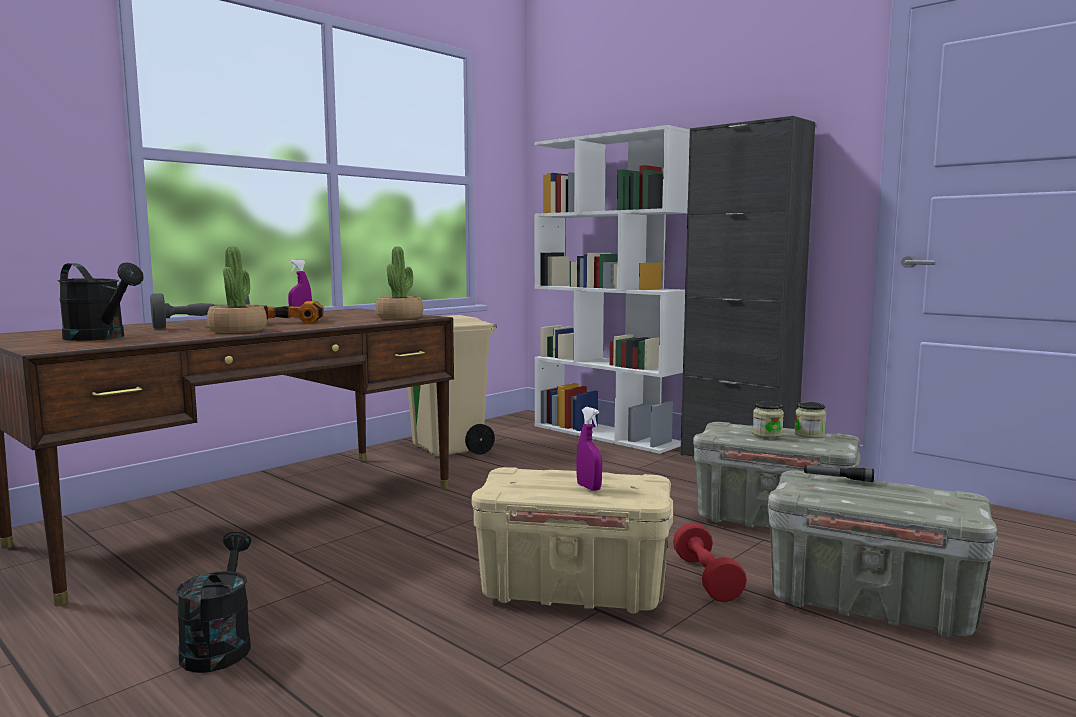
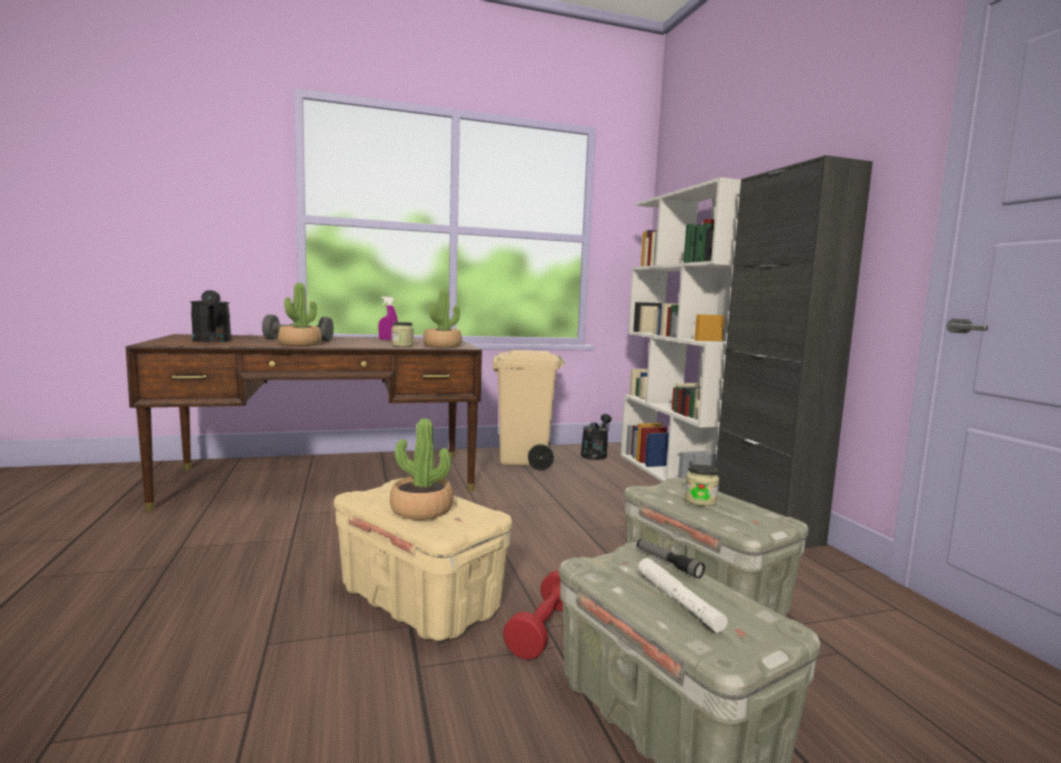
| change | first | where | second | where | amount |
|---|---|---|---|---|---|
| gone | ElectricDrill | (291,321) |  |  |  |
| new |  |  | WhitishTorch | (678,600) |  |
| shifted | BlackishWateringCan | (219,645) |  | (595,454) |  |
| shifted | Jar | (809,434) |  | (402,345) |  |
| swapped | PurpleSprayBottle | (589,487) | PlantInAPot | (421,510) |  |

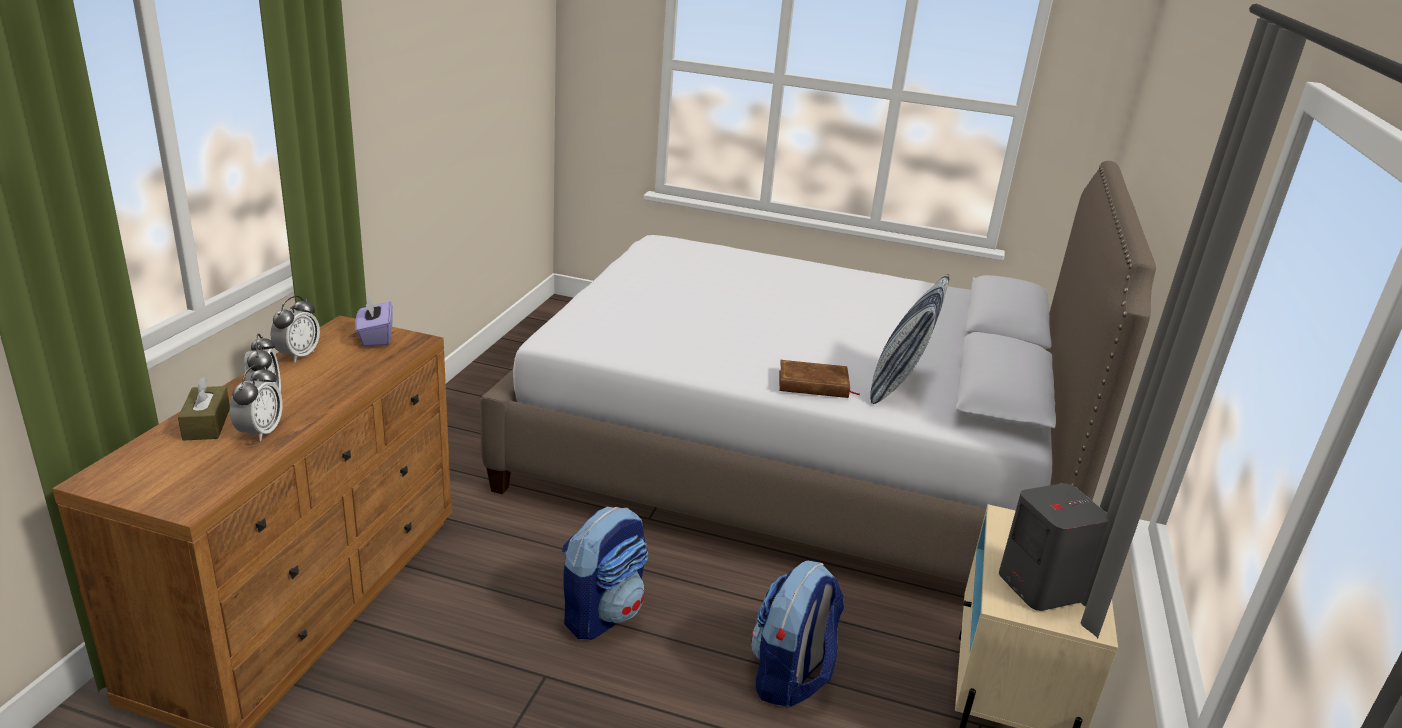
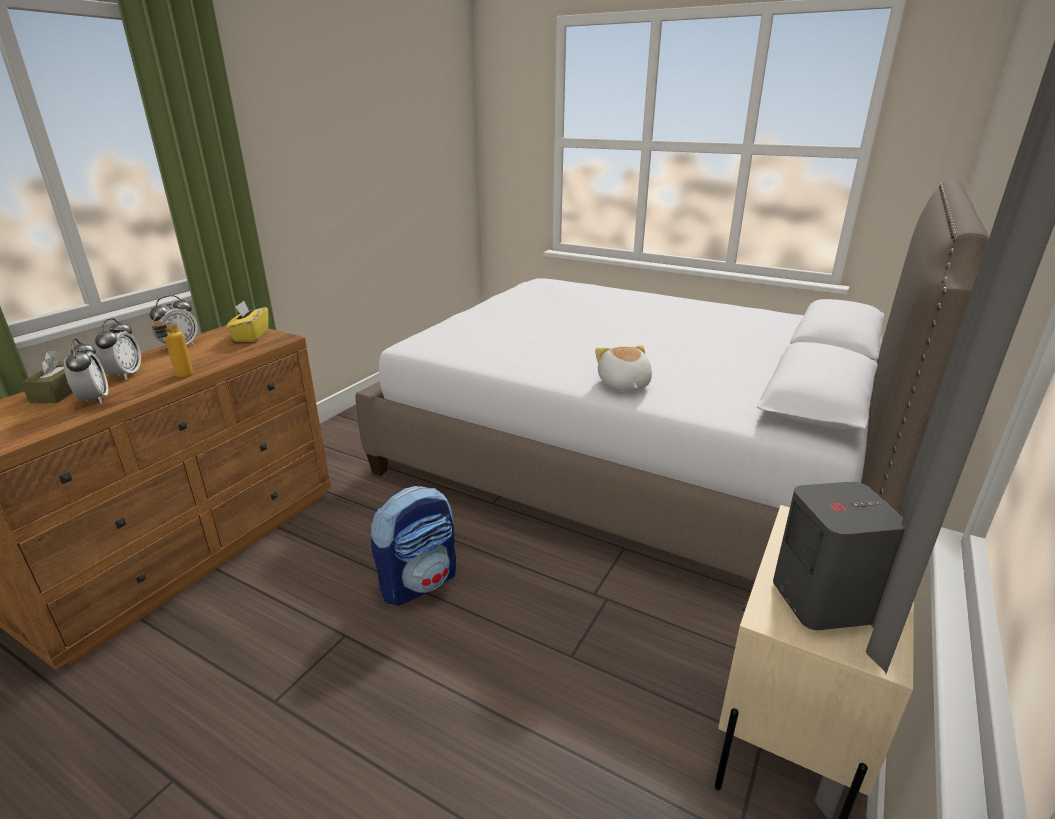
| change | first | where | second | where | amount |
|---|---|---|---|---|---|
| gone | Knapsack | (790,677) |  |  |  |
| gone | Pillow | (899,385) |  |  |  |
| new |  |  | Bottle | (180,377) |  |
| swapped | BrownColouredBoundBook | (813,384) | SoftToy | (623,384) |  |
| repainted | PurpleTissueHolder | (375,338) | YellowColouredTissueHolder | (251,336) |  |
| rotated | TableClock | (260,432) |  | (94,399) | 45 degrees counterclockwise |

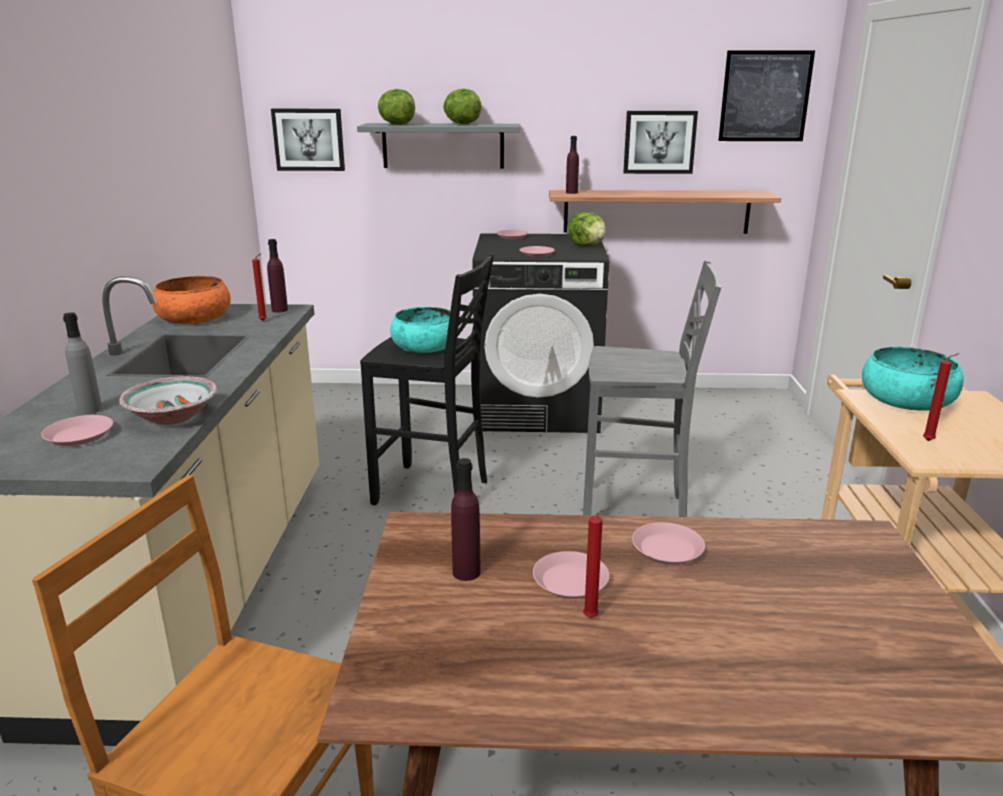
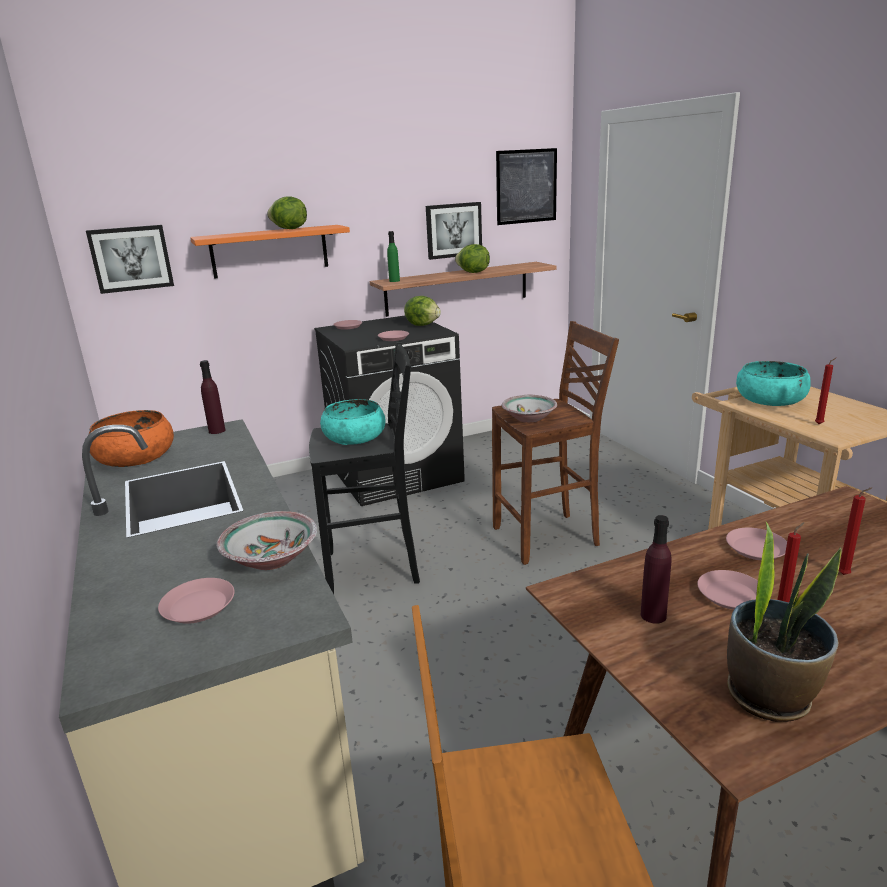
| change | first | where | second | where | amount |
|---|---|---|---|---|---|
| gone | GreyBottle | (90,409) |  |  |  |
| new |  |  | ServingBowl | (529,418) |  |
| new |  |  | PlantInAPot | (769,696) |  |
| shifted | ReddishWaxCandle | (264,321) |  | (845,574) |  |
| shifted | Lettuce | (396,124) |  | (473,273) |  |
| repainted | GreyWallShelf | (443,146) | OrangeyWallShelf | (269,251) |  |
| repainted | PurpleBottle | (571,192) | GreenBottle | (394,281) |  |
| repainted | GreyStoolSeat | (636,513) | BrownColouredStoolSeat | (548,537) |  |

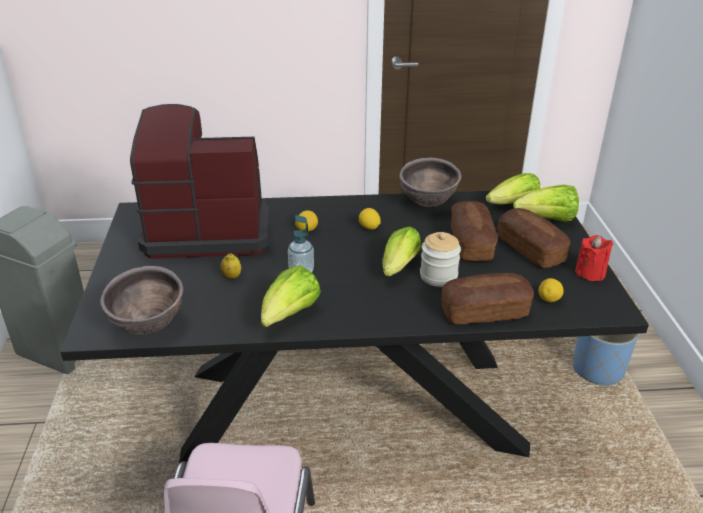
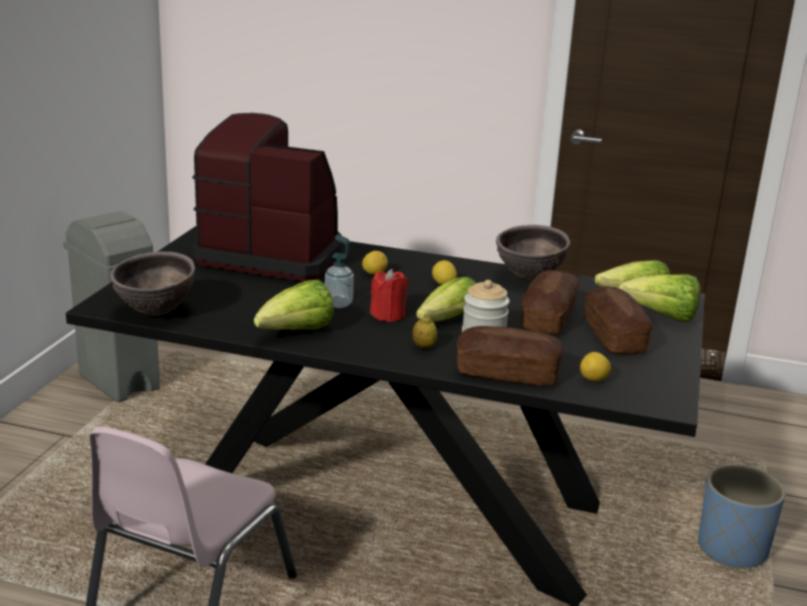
| change | first | where | second | where | amount |
|---|---|---|---|---|---|
| shifted | Lemon | (231,277) |  | (423,347) |  |
| shifted | ReddishWaxCandle | (590,273) |  | (388,315) |  |

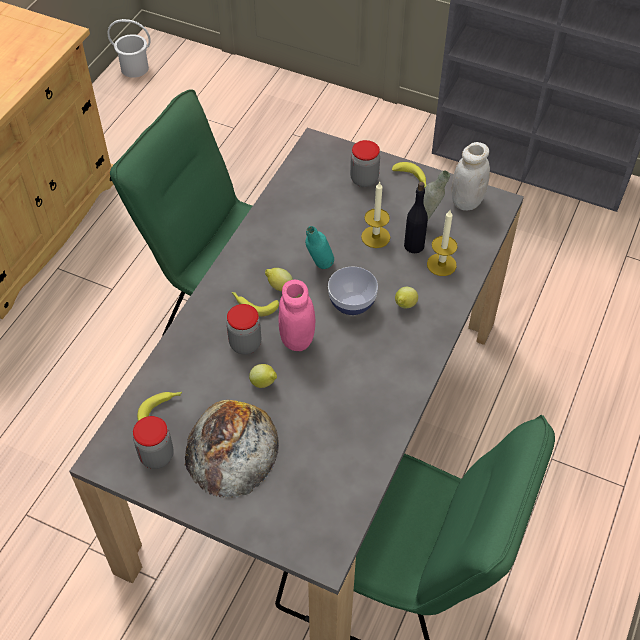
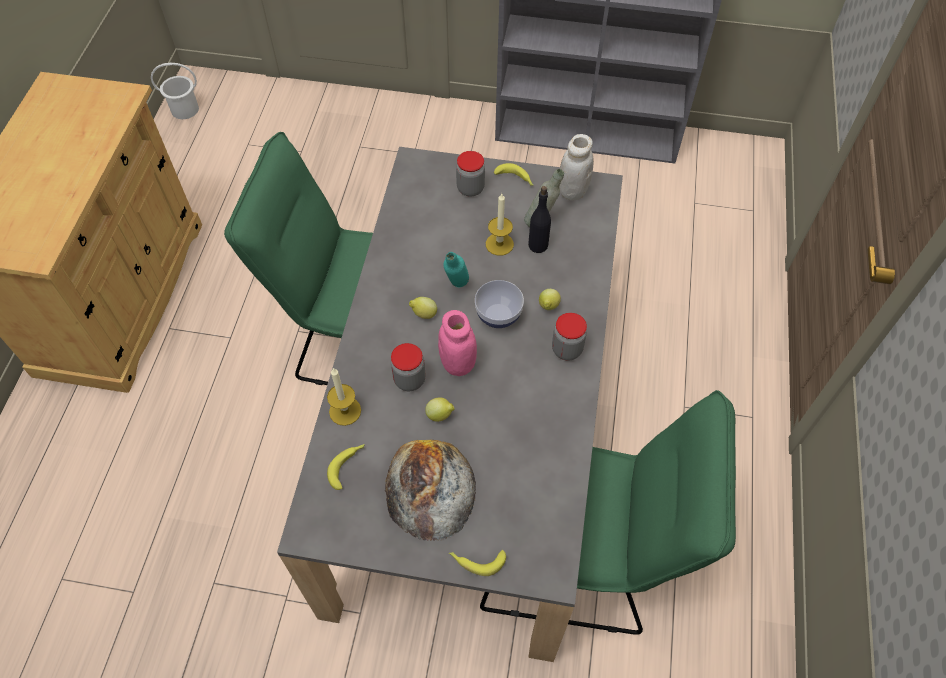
| change | first | where | second | where | amount |
|---|---|---|---|---|---|
| shifted | Jar | (156,456) |  | (567,349) |  |
| shifted | BananaFruit | (253,304) |  | (476,560) |  |
| shifted | WaxCandle | (441,264) |  | (345,411) |  |

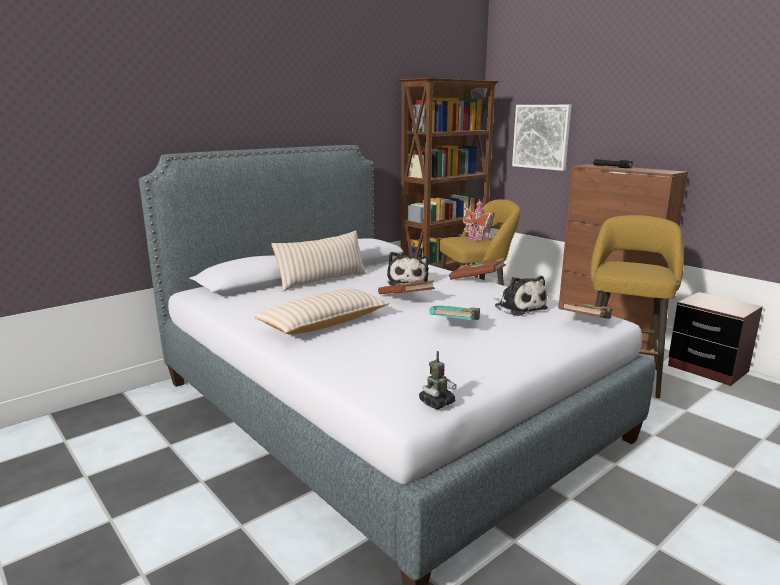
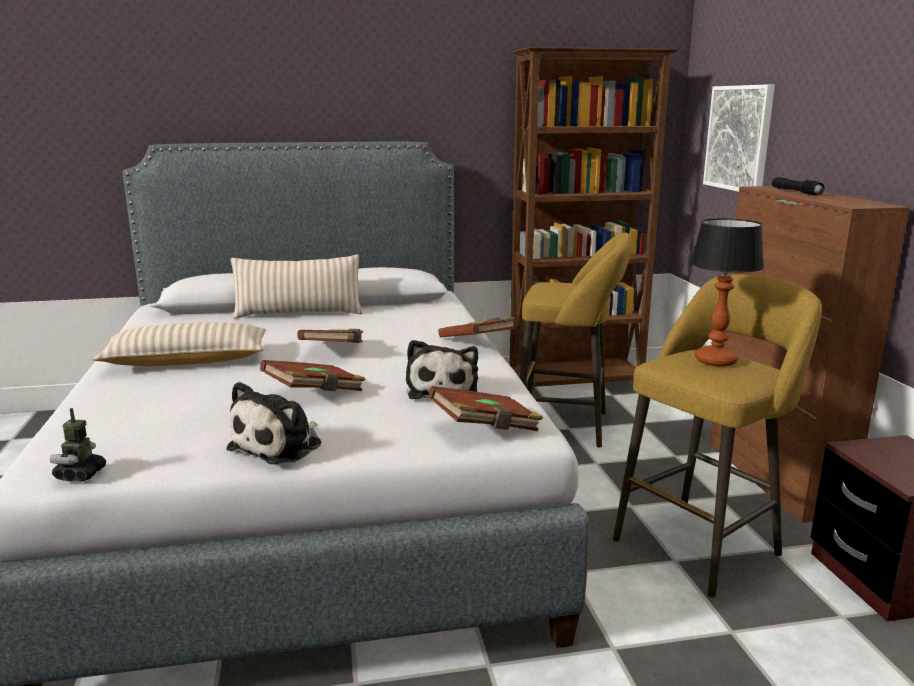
| change | first | where | second | where | amount |
|---|---|---|---|---|---|
| gone | ModelHouse | (475,238) |  |  |  |
| new |  |  | TableLamp | (716,361) |  |
| shifted | SoftToy | (407,281) |  | (280,445) |  |
| repainted | BlueGreenBoundBook | (456,325) | BrownColouredBoundBook | (315,394) |  |
| rotated | ToyRobot | (436,403) |  | (80,474) | 105 degrees clockwise |

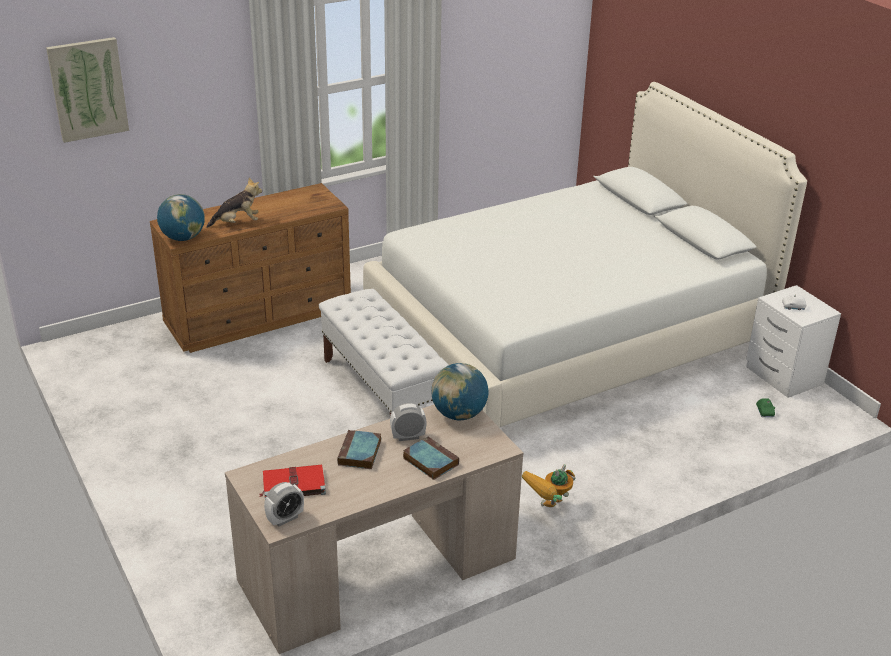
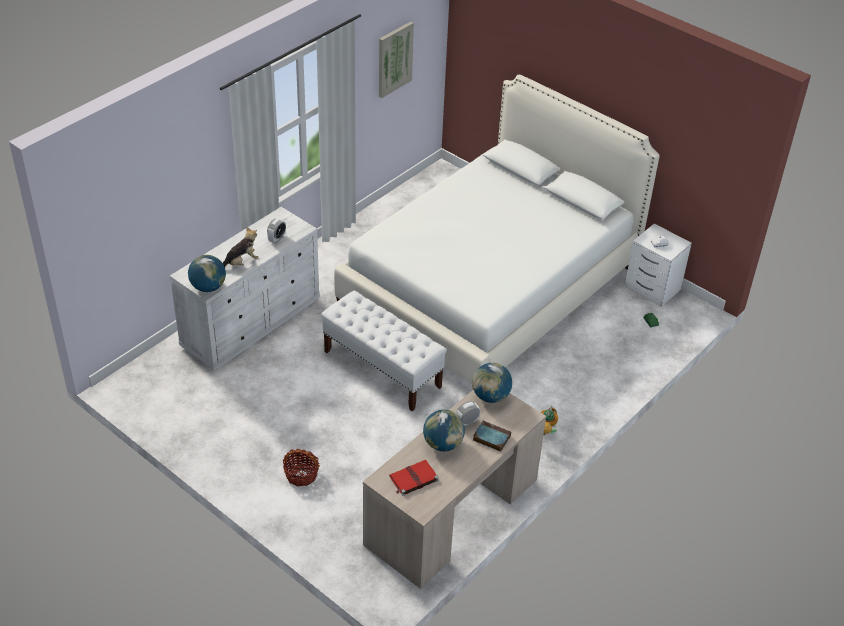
| change | first | where | second | where | amount |
|---|---|---|---|---|---|
| new |  |  | StorageBasket | (301,474) |  |
| shifted | Picture | (88,89) |  | (394,59) |  |
| shifted | TableClock | (285,518) |  | (277,239) |  |
| swapped | BoundBook | (360,453) | WorldGlobe | (443,444) |  |
| repainted | BrownColouredDrawerChest | (260,316) | WhitishDrawerChest | (252,322) |  |

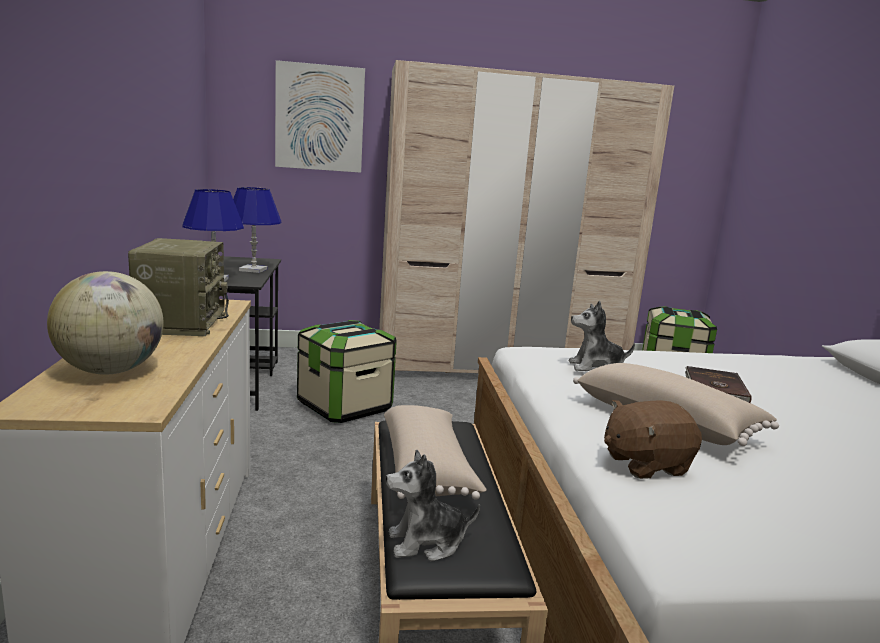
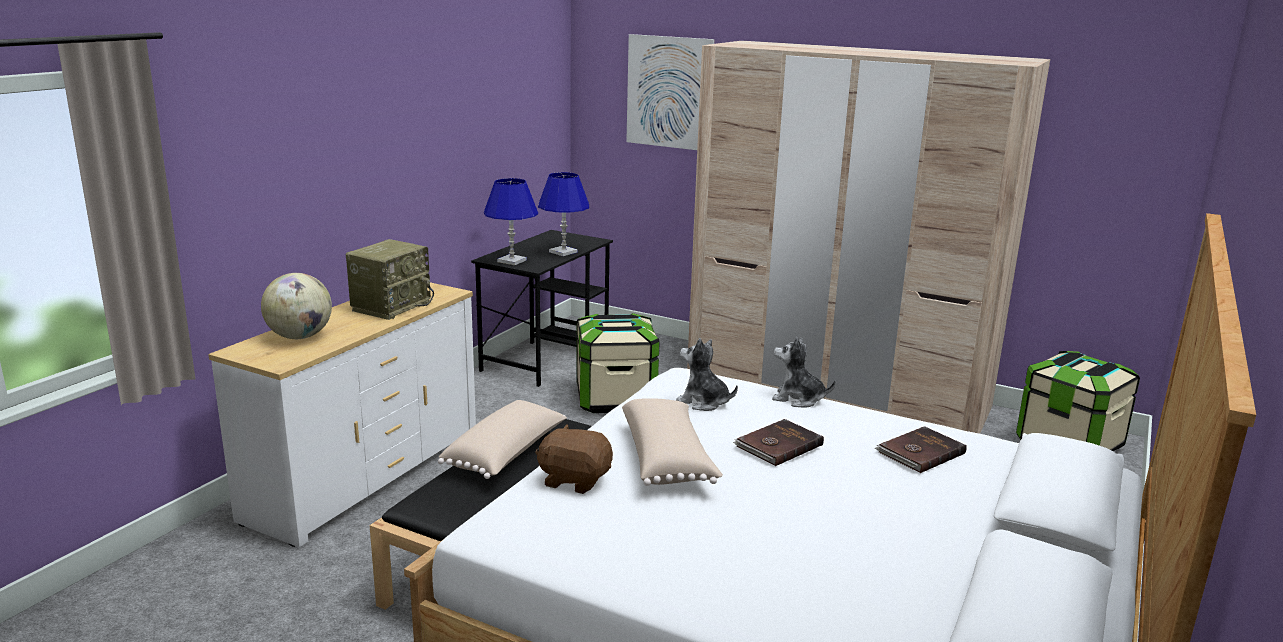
| change | first | where | second | where | amount |
|---|---|---|---|---|---|
| new |  |  | BrownColouredBoundBook | (920,452) |  |
| shifted | SoftToy | (426,543) |  | (798,399) |  |

